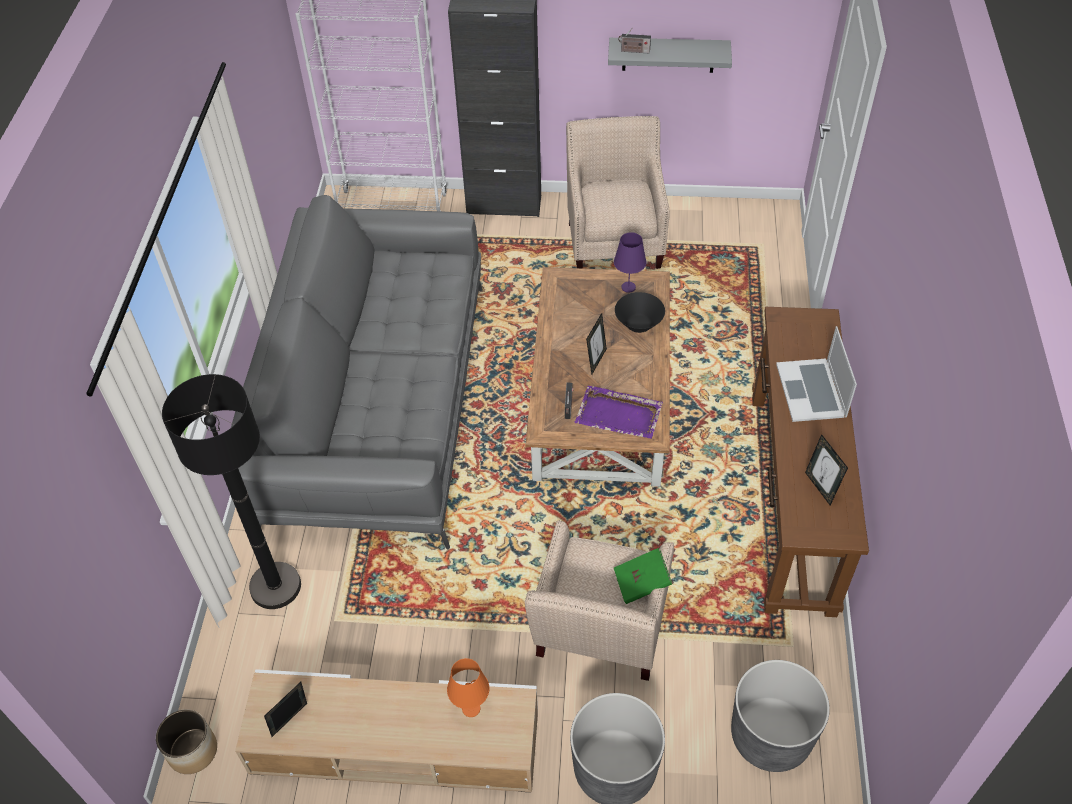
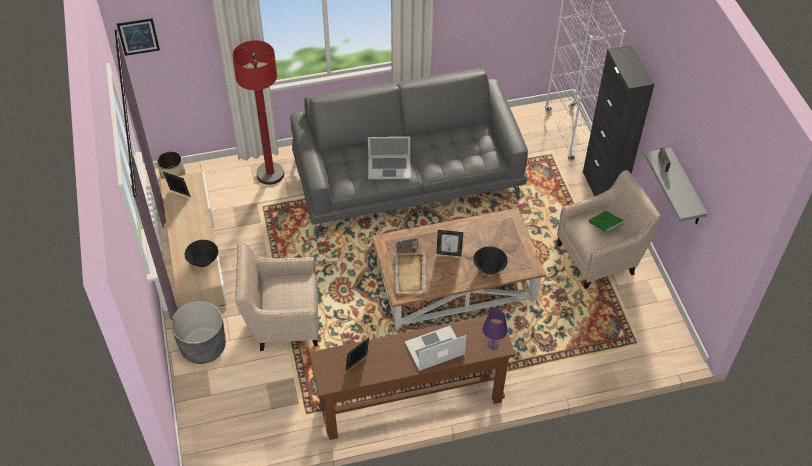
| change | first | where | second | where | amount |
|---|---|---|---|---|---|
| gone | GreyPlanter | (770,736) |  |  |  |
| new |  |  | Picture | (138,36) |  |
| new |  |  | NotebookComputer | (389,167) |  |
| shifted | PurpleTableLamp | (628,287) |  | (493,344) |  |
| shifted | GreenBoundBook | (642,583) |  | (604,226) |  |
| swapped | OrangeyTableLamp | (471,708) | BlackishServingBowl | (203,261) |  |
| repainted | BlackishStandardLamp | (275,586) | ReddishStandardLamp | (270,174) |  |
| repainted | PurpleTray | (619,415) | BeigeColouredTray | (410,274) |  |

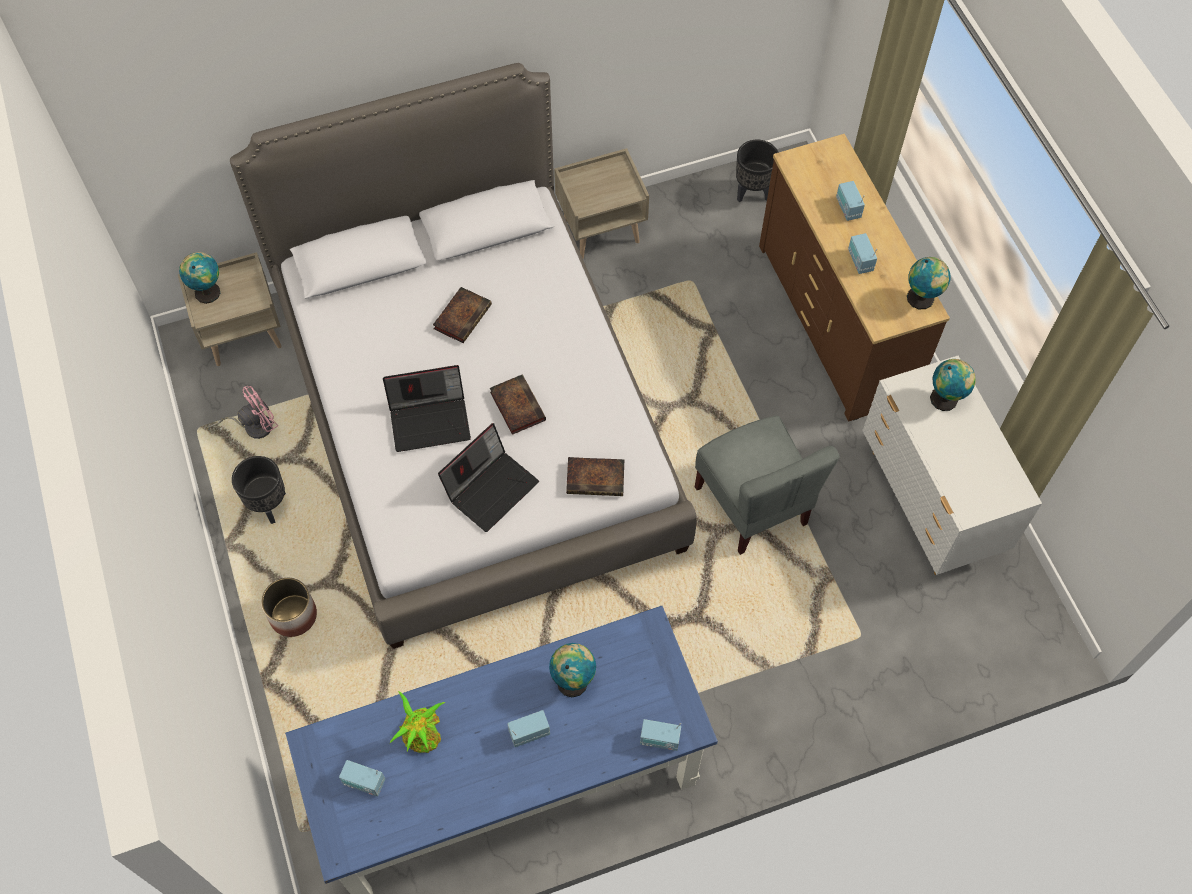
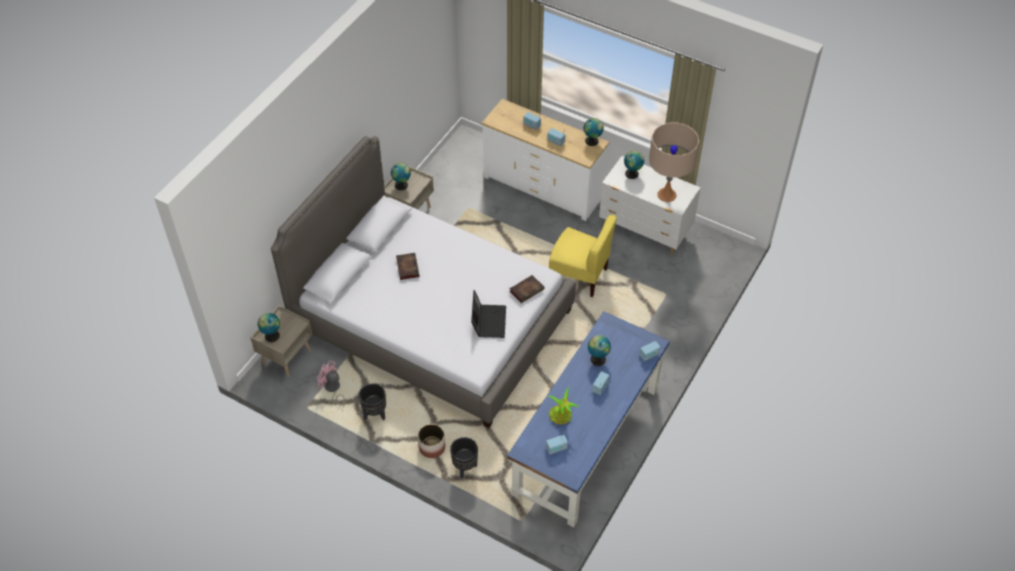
| change | first | where | second | where | amount |
|---|---|---|---|---|---|
| gone | NotebookComputer | (431,420) |  |  |  |
| gone | BoundBook | (516,405) |  |  |  |
| new |  |  | WorldGlobe | (402,185) |  |
| new |  |  | BeigeColouredTableLamp | (666,195) |  |
| shifted | BlackishPlanter | (752,193) |  | (465,468) |  |
| repainted | GreyChair | (753,505) | YellowColouredChair | (579,276) |  |
| repainted | BrownColouredDrawerChest | (835,321) | WhitishDrawerChest | (543,187) |  |
| rotated | PinkElectricFan | (253,426) |  | (332,389) | 75 degrees counterclockwise |

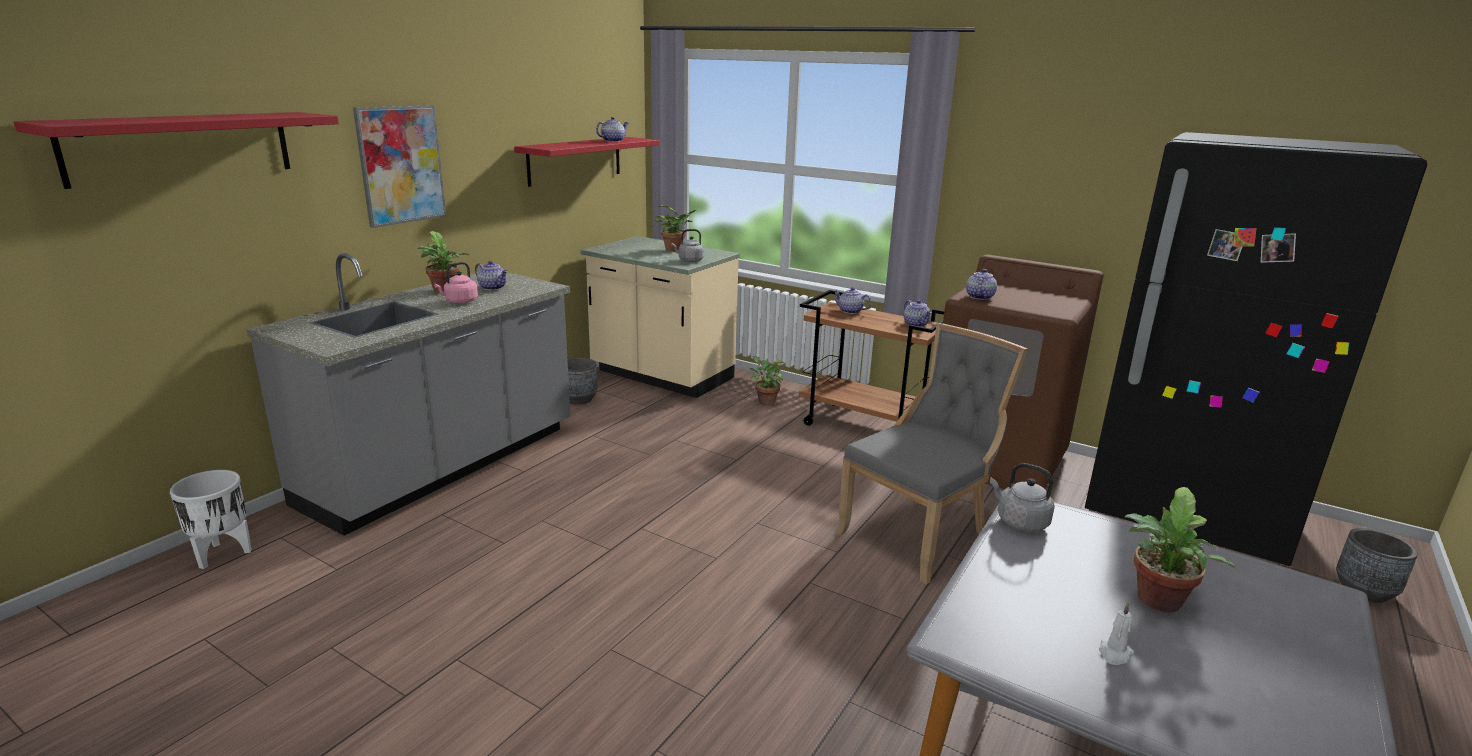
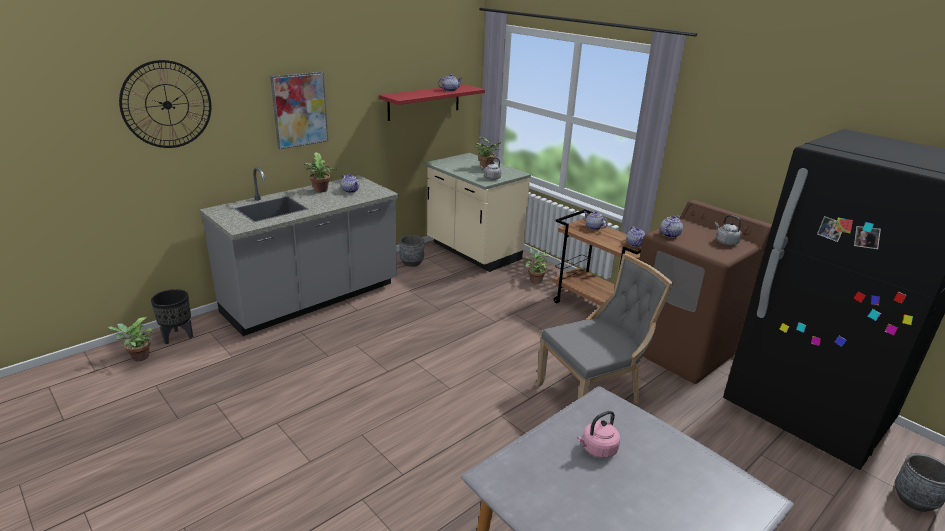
| change | first | where | second | where | amount |
|---|---|---|---|---|---|
| gone | WhitishWaxCandle | (1114,654) |  |  |  |
| shifted | PinkTeaKettle | (459,301) |  | (597,449) |  |
| shifted | GreyTeaKettle | (1019,521) |  | (725,242) |  |
| shifted | PlantInAPot | (1157,603) |  | (138,358) |  |
| swapped | ReddishWallShelf | (181,147) | ClockOnTheWall | (167,105) |  |
| repainted | WhitishPlanter | (223,554) | BlackishPlanter | (178,337) |  |

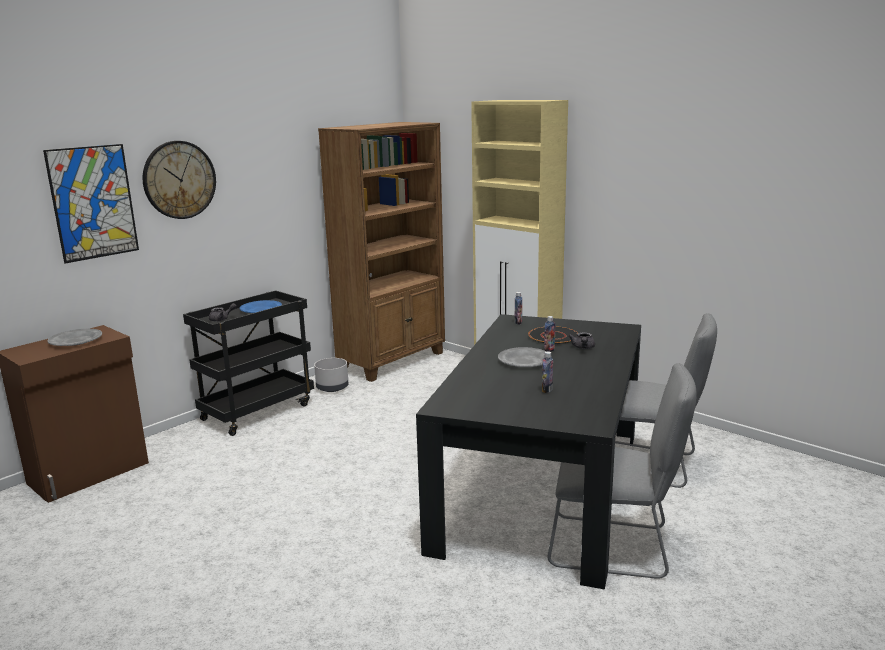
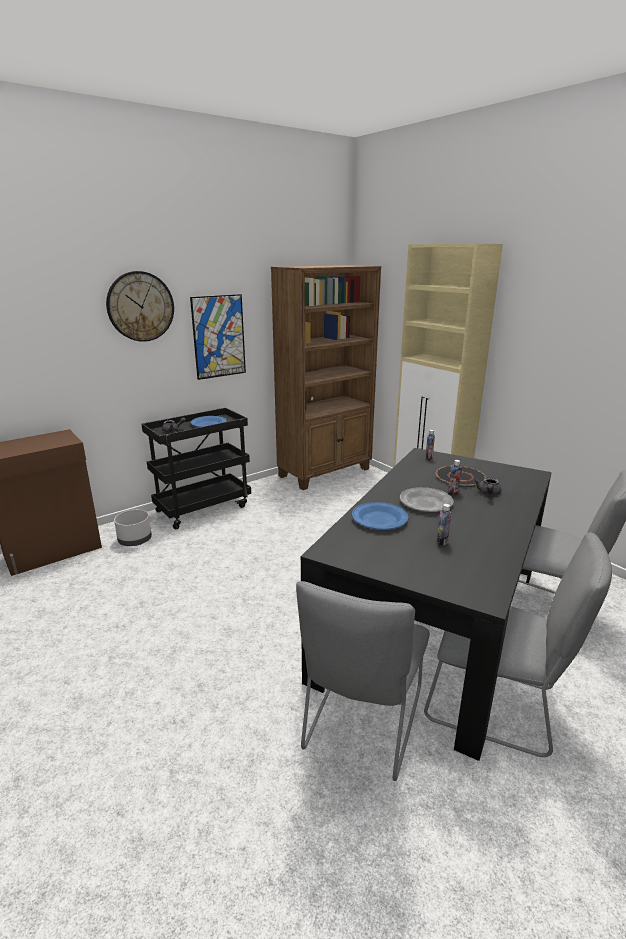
| change | first | where | second | where | amount |
|---|---|---|---|---|---|
| gone | GreyPlate | (75,340) |  |  |  |
| new |  |  | GreyChair | (361,725) |  |
| new |  |  | BluePlate | (379,519) |  |
| shifted | Picture | (93,202) |  | (219,336) |  |
| shifted | GreyPlanter | (332,387) |  | (135,540) |  |

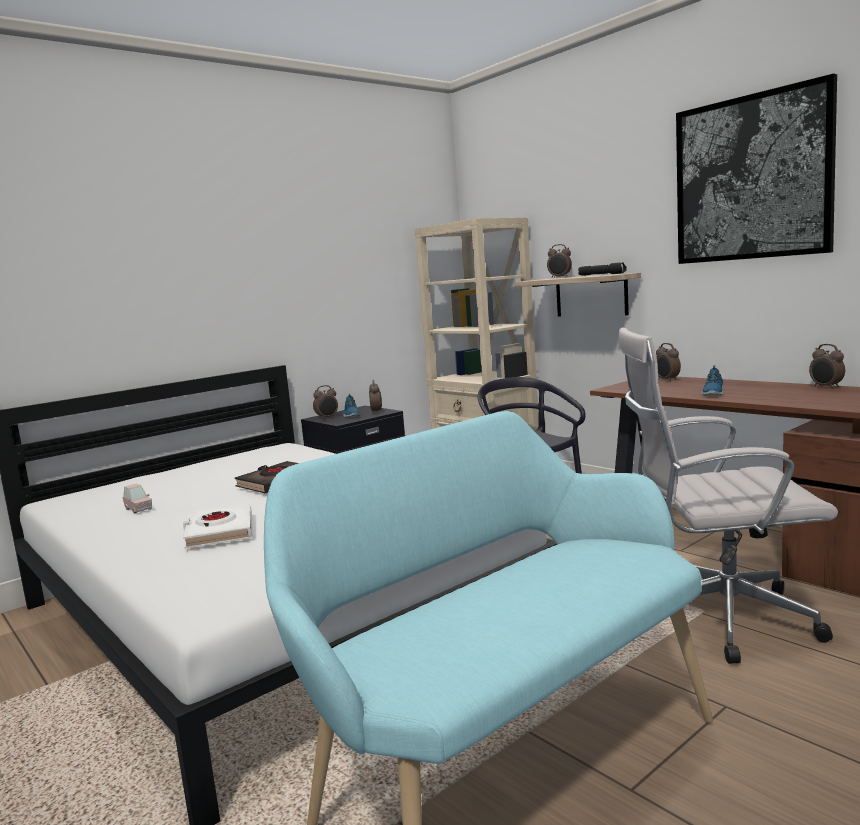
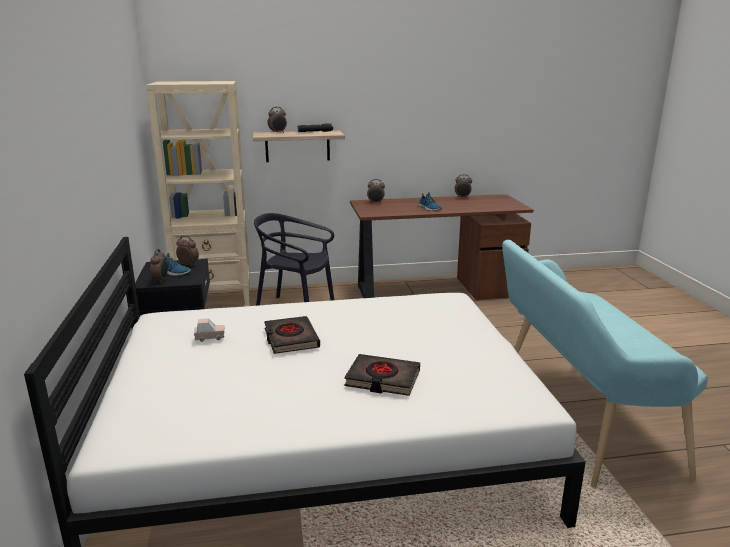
| change | first | where | second | where | amount |
|---|---|---|---|---|---|
| gone | WhitishDeskChair | (719,619) |  |  |  |
| gone | Picture | (751,178) |  |  |  |
| shifted | PinkToyCar | (138,509) |  | (210,337) |  |
| repainted | WhitishBoundBook | (219,532) | BlackishBoundBook | (382,379) |  |

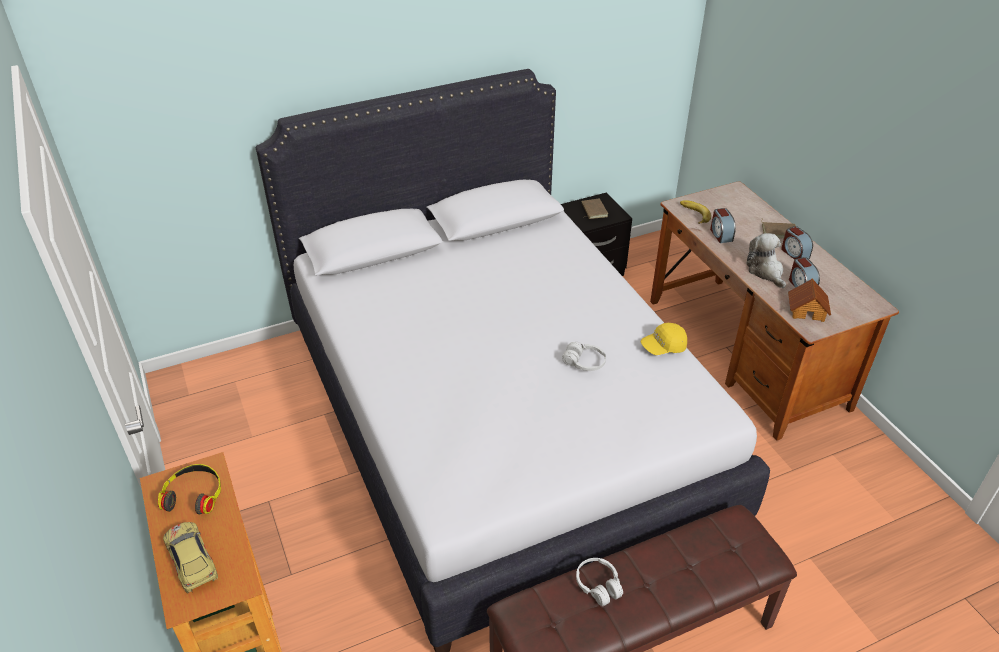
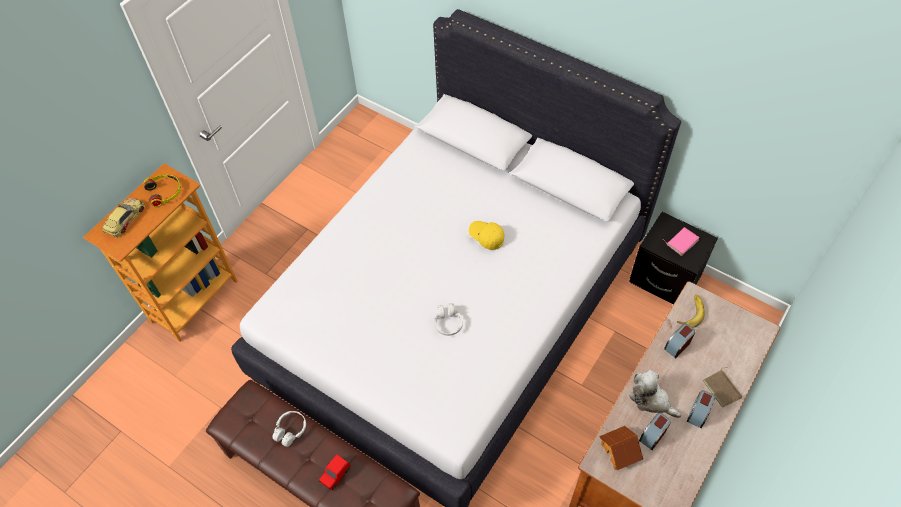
| change | first | where | second | where | amount |
|---|---|---|---|---|---|
| new |  |  | ReddishToyCar | (335,475) |  |
| shifted | YellowColouredPeakedCap | (663,347) |  | (486,237) |  |
| repainted | BrownColouredBoundBook | (593,210) | PinkBoundBook | (681,241) |  |
| rotated | SoftToy | (765,271) |  | (651,399) | 90 degrees counterclockwise |

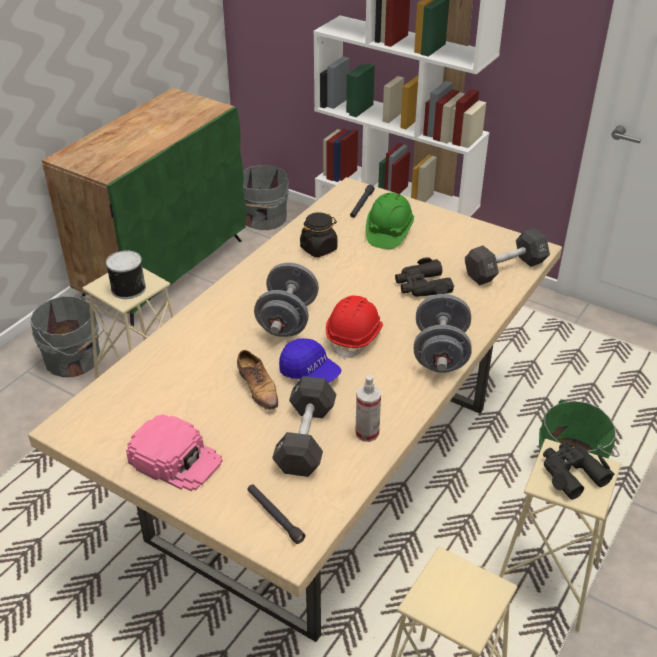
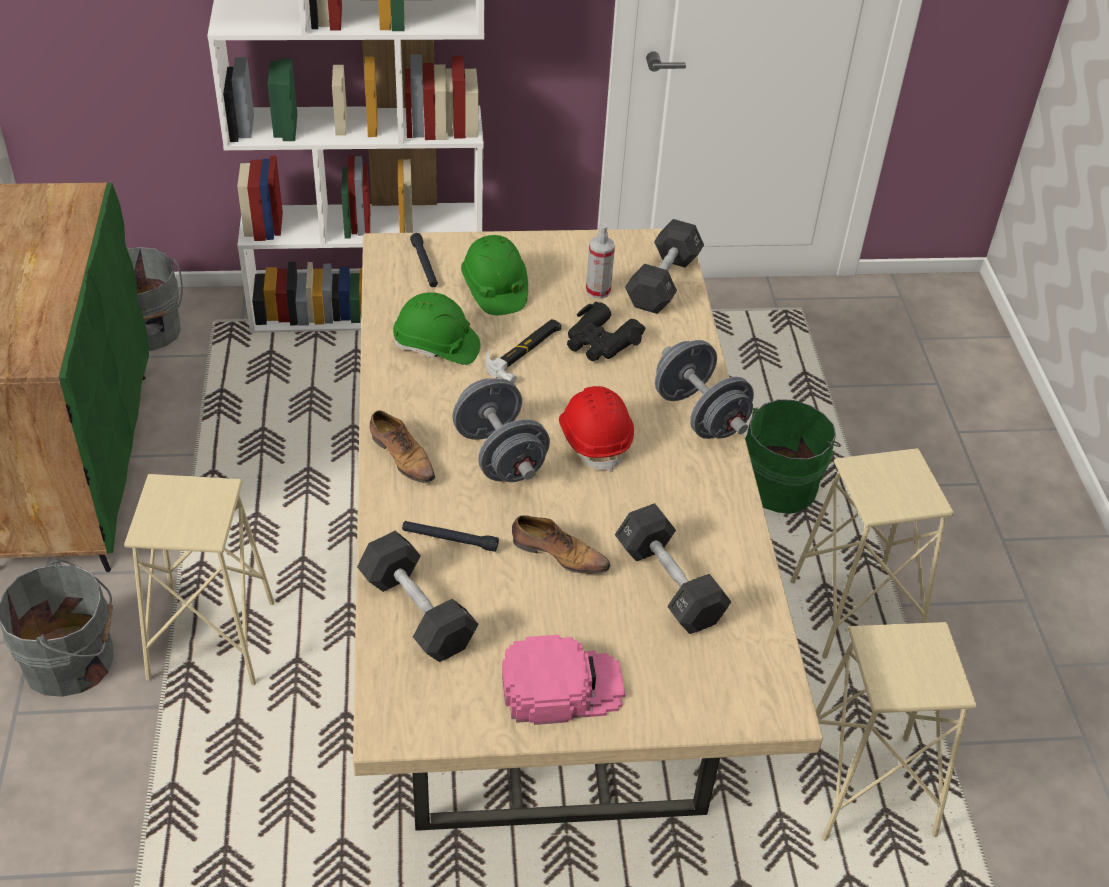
| change | first | where | second | where | amount |
|---|---|---|---|---|---|
| gone | SealedCan | (127,288) |  |  |  |
| gone | BluePeakedCap | (310,373) |  |  |  |
| gone | BlackishPairOfBinoculars | (571,473) |  |  |  |
| new |  |  | BlackishHandWeight | (417,611) |  |
| new |  |  | Shoe | (402,457) |  |
| new |  |  | ToolHammer | (526,352) |  |
| shifted | BlackishTorch | (274,516) |  | (449,540) |  |
| shifted | SprayBottle | (367,433) |  | (598,291) |  |
| swapped | BlackishJar | (319,248) | GreenHardHat | (436,346) |  |

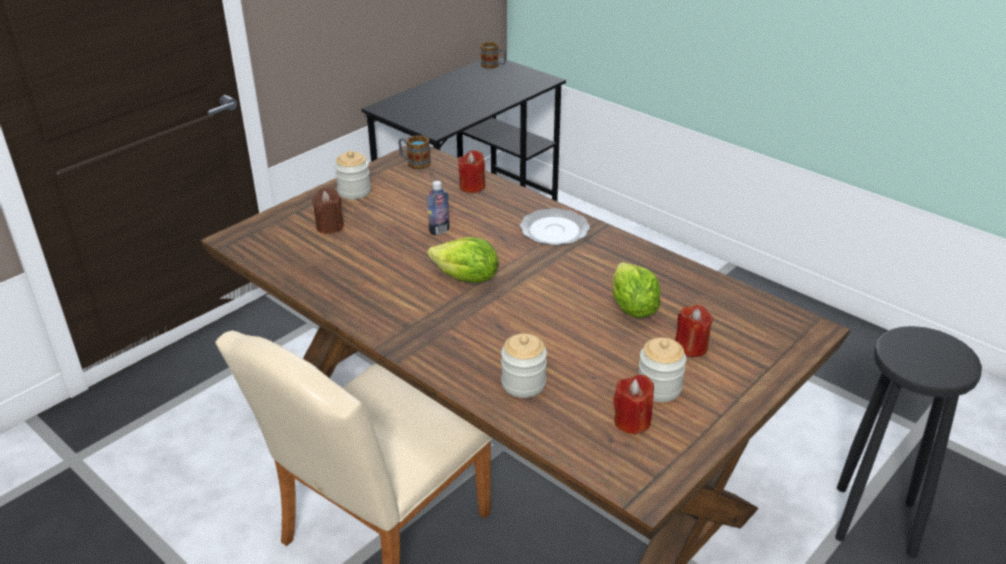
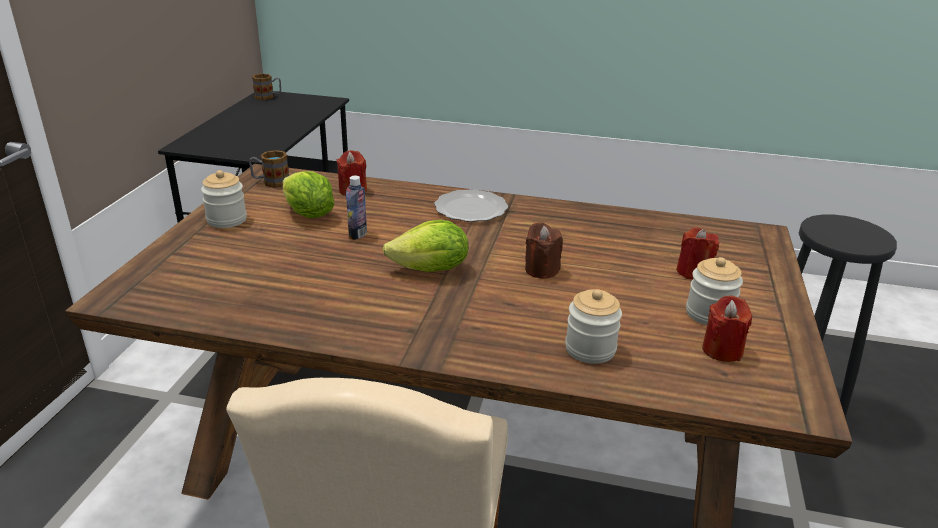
| change | first | where | second | where | amount |
|---|---|---|---|---|---|
| shifted | BrownColouredWaxCandle | (330,226) |  | (541,270) |  |
| shifted | Lettuce | (632,308) |  | (308,214) |  |

